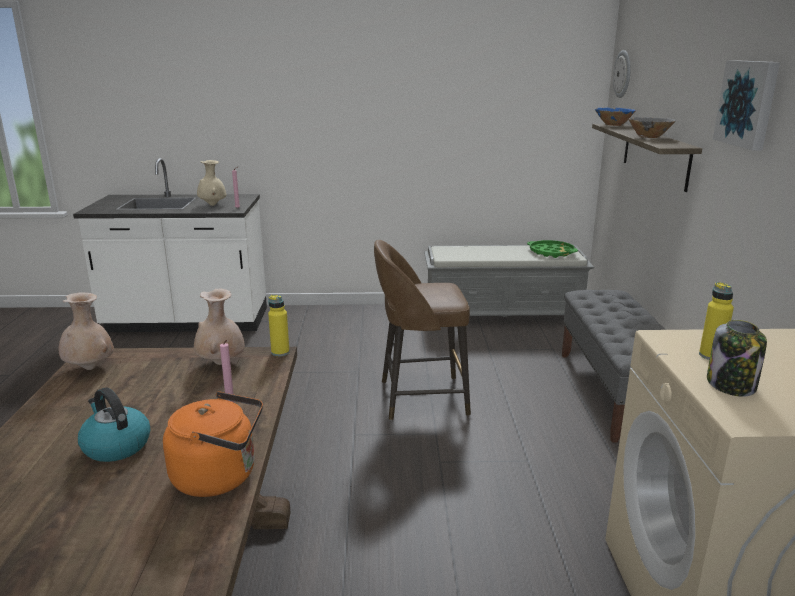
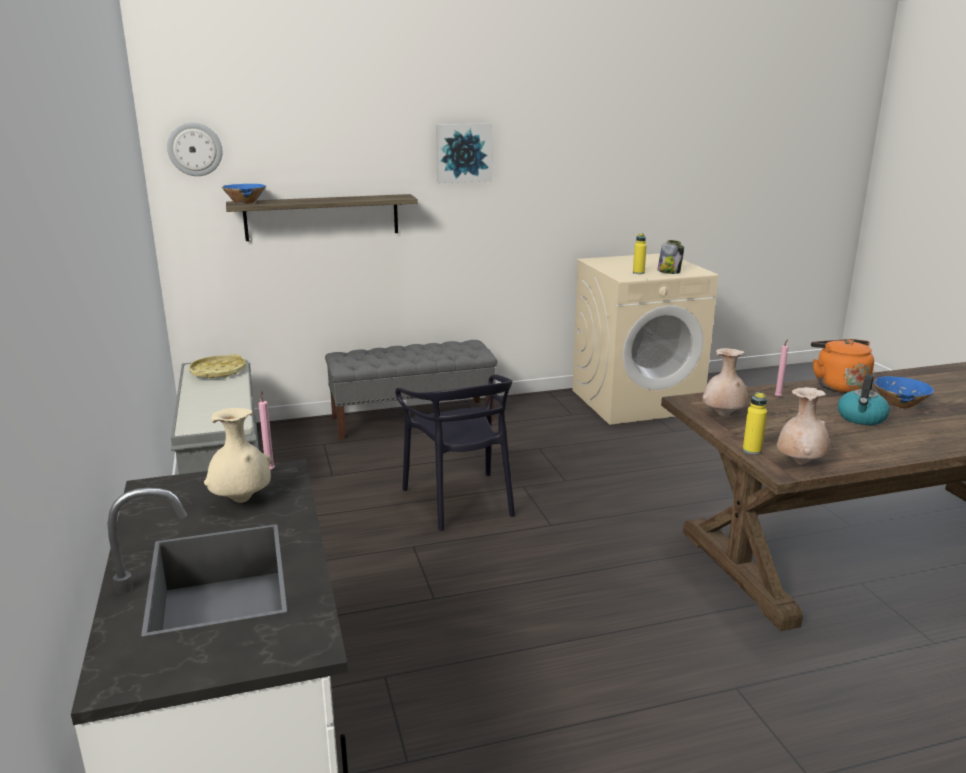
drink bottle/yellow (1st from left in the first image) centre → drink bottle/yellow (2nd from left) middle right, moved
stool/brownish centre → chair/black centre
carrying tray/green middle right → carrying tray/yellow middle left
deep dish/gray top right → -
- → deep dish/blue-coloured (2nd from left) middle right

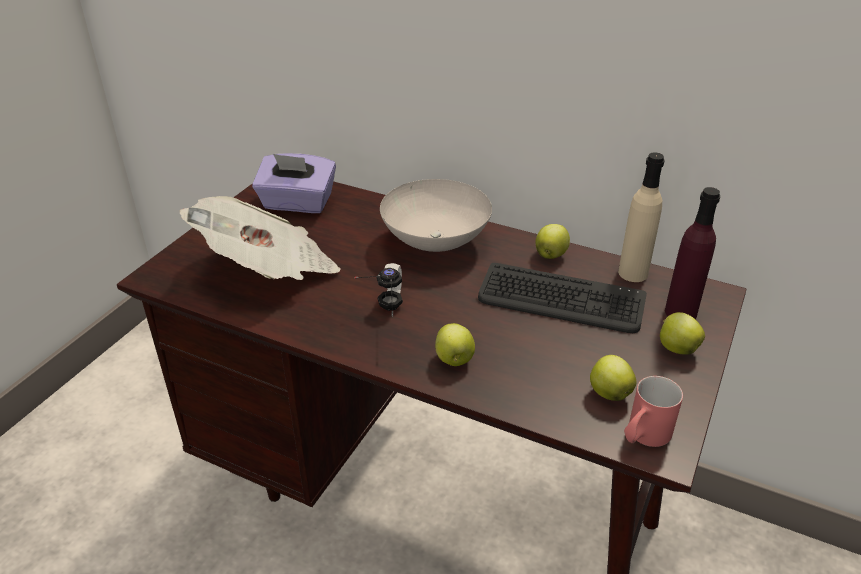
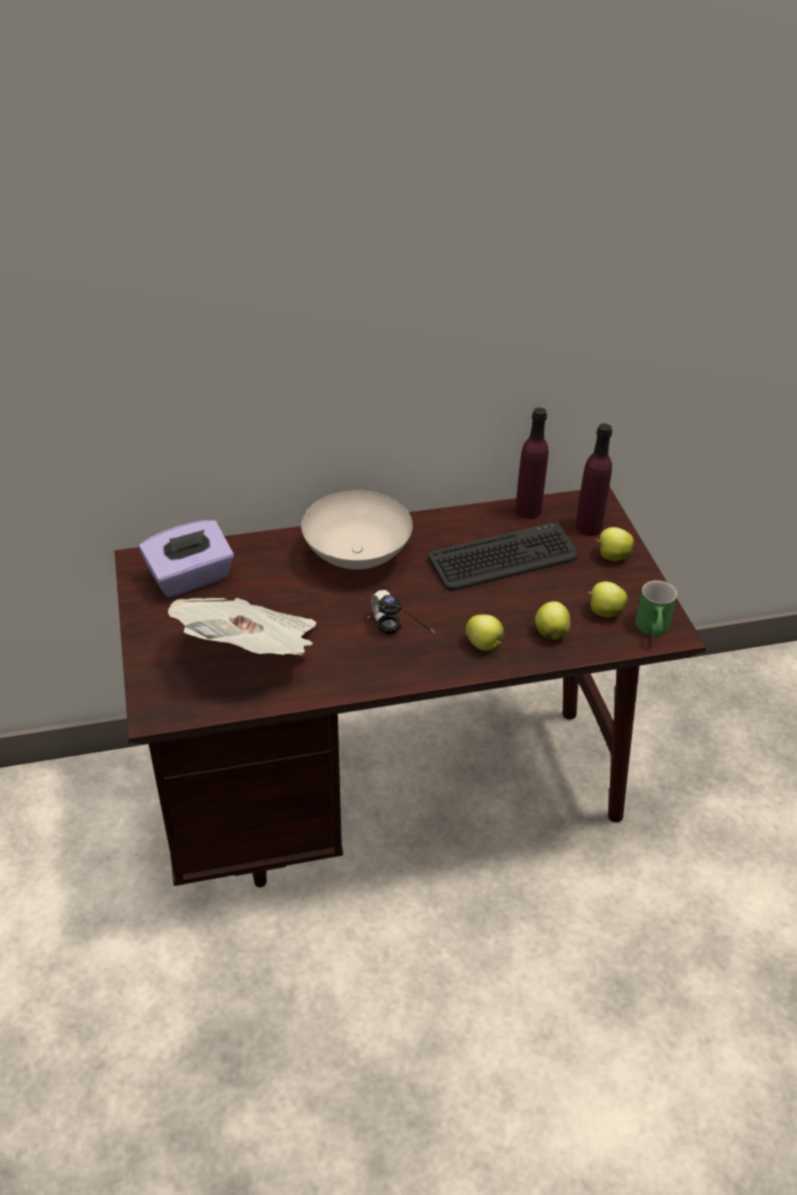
apple (2nd from left) centre → apple (2nd from left) middle right, moved
drink bottle/beige-coloured middle right → drink bottle/purple-coloured (1st from left) middle right
coffee mug/red-coloured bottom right → coffee mug/green middle right

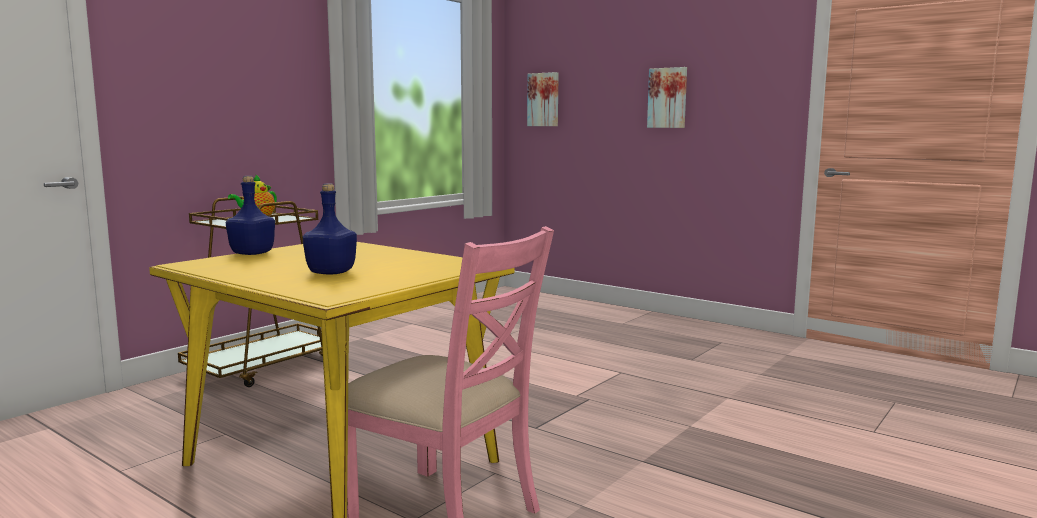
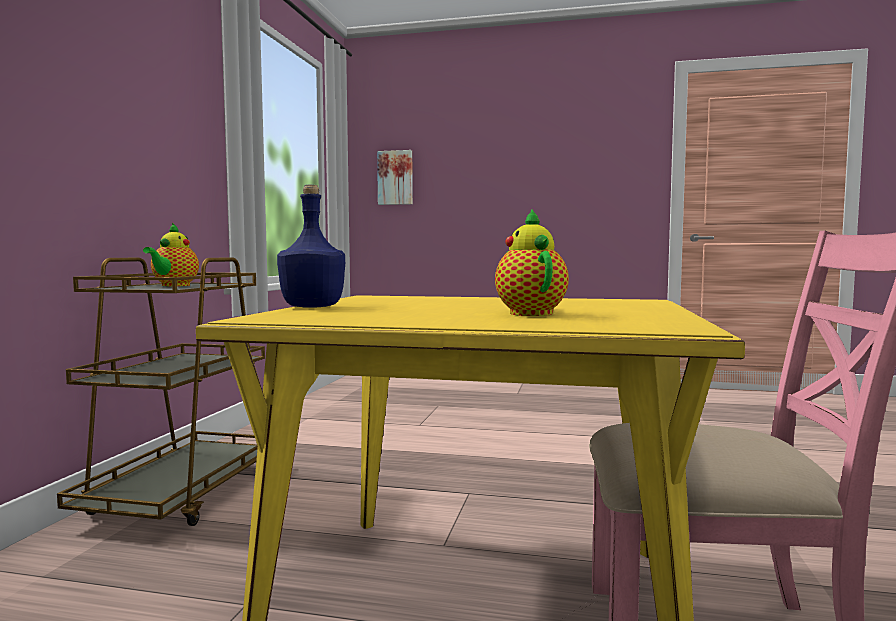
drink bottle/blue-coloured (2nd from left) middle left → pot for tea (2nd from left) centre
picture (2nd from left) top centre → -

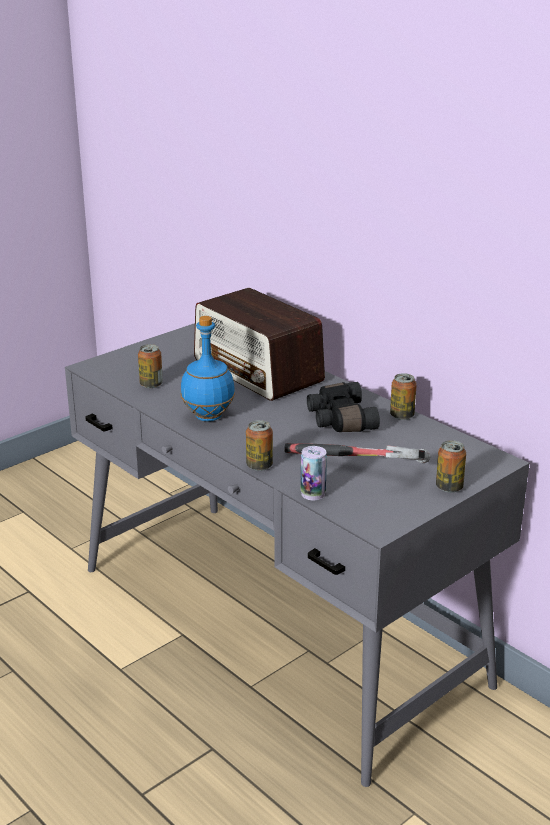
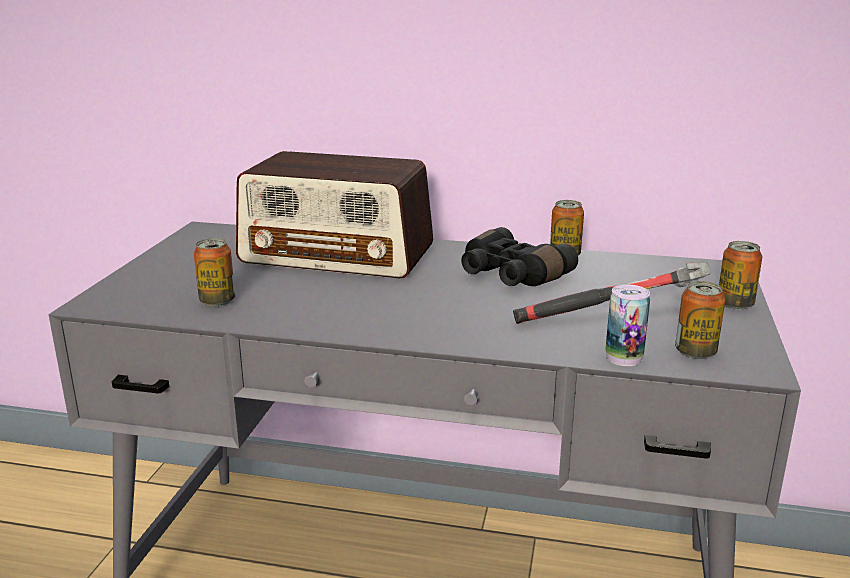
drink bottle/blue-coloured centre → -
can (2nd from left in the first image) centre → can (4th from left) middle right, moved

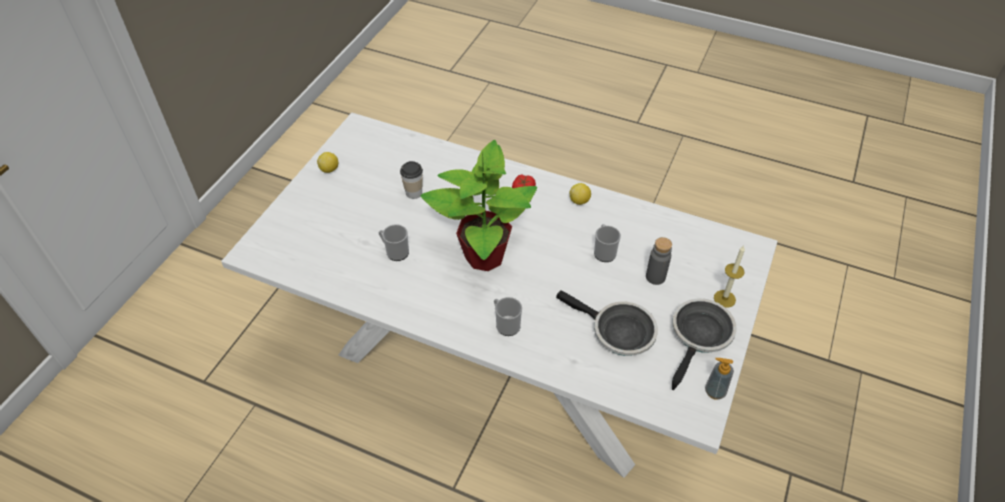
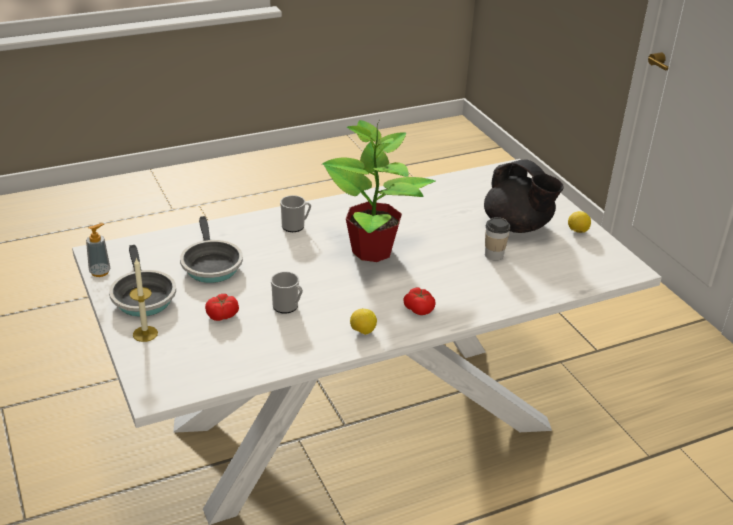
coffee mug (1st from left) centre → -
pan (1st from left in the first image) centre → pan (2nd from left) middle left, 90 degrees counterclockwise
drink bottle/gray centre → fresh tomato (1st from left) middle left
- → pot for tea/black middle right

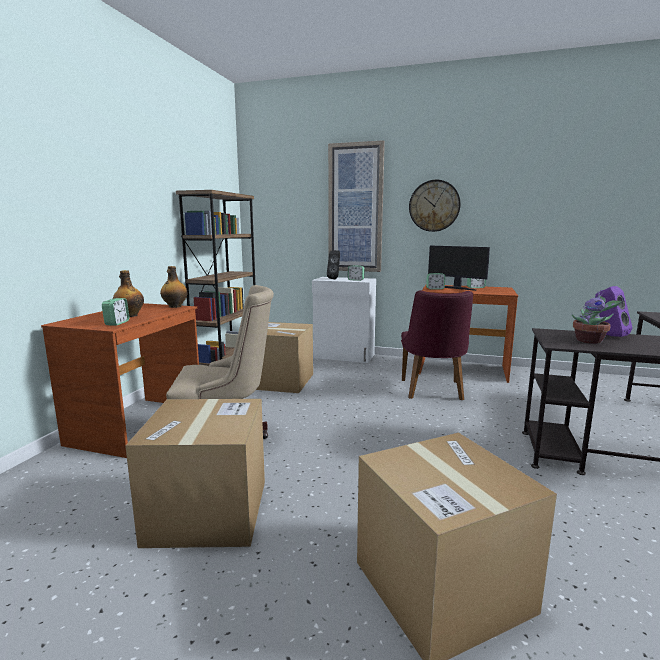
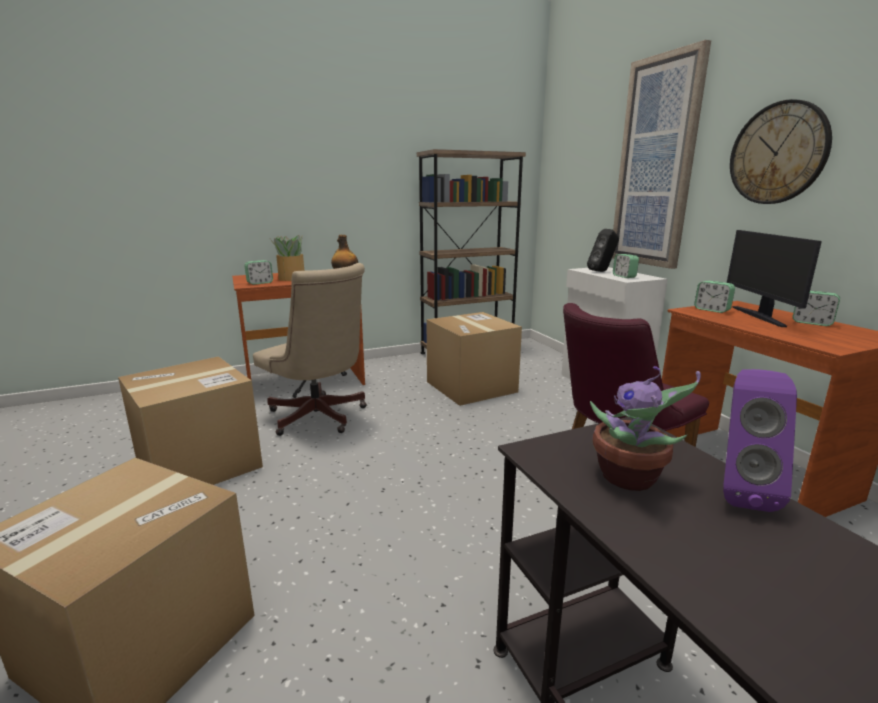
drink bottle (1st from left) middle left → potted plant (1st from left) middle left

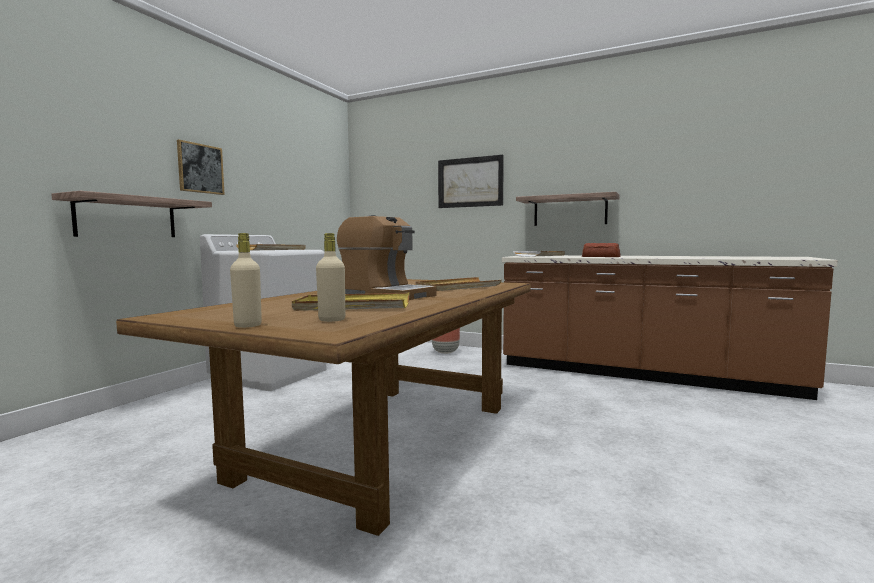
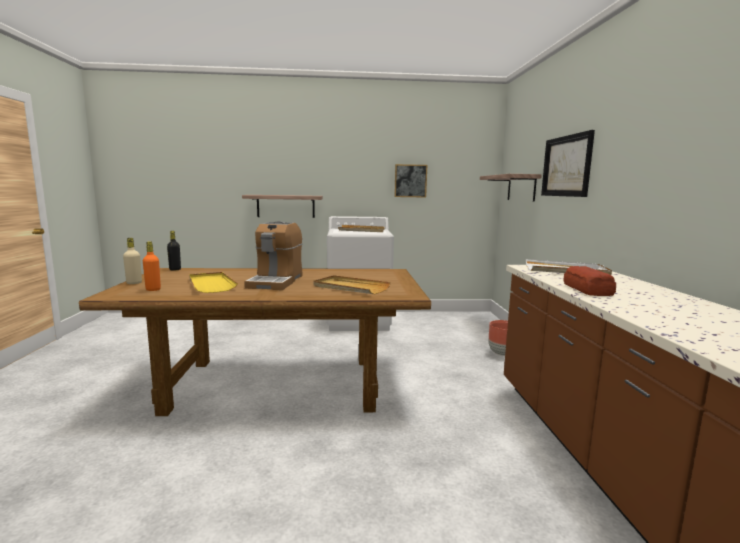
picture (1st from left) top left → picture (1st from left) centre, moved
drink bottle/beige-coloured (2nd from left) centre → drink bottle/orange-coloured middle left
shelf (2nd from left) centre → shelf (2nd from left) middle right, moved
- → drink bottle/black middle left

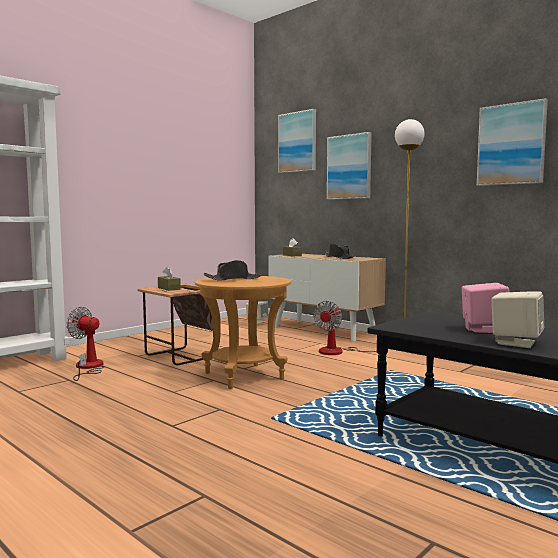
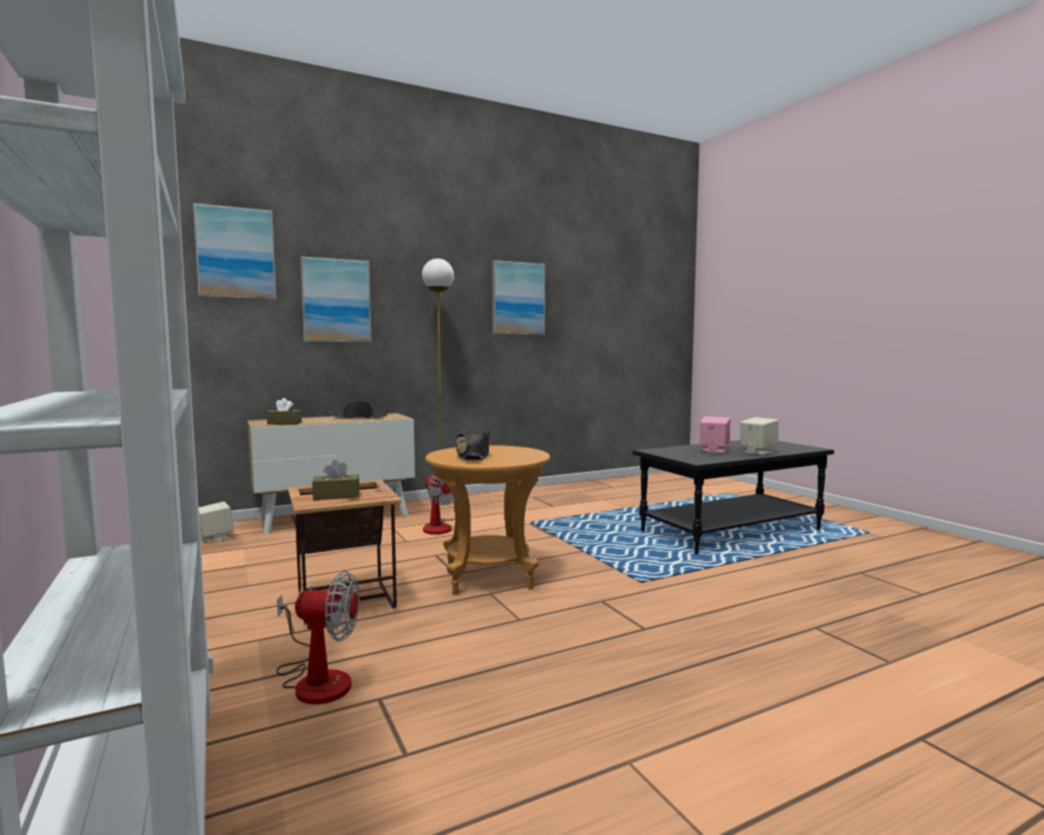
cooling fan (1st from left) middle left → cooling fan (1st from left) bottom left, 135 degrees counterclockwise

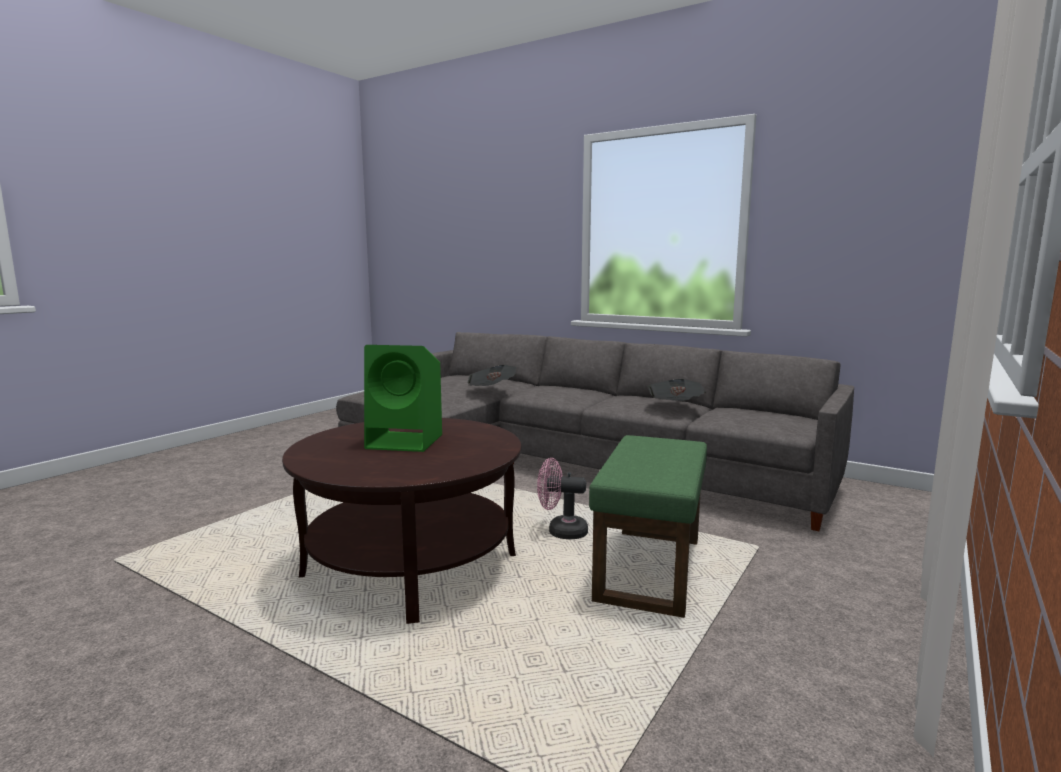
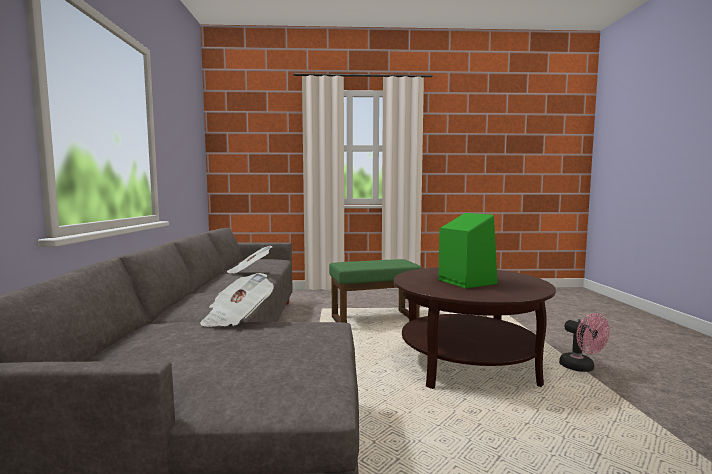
cooling fan/pink centre → cooling fan/pink bottom right, moved

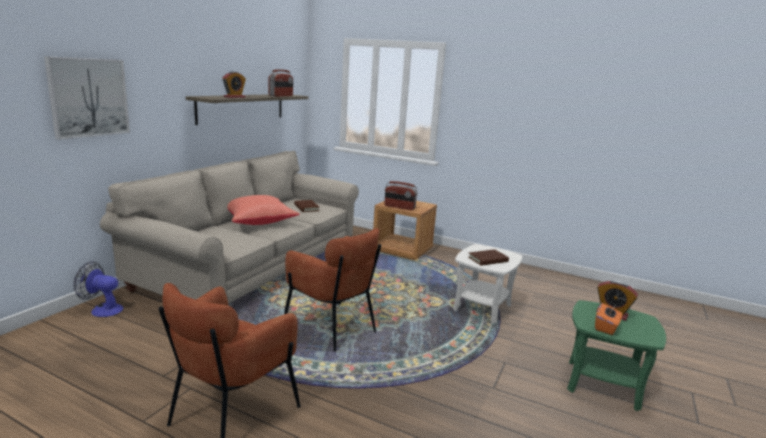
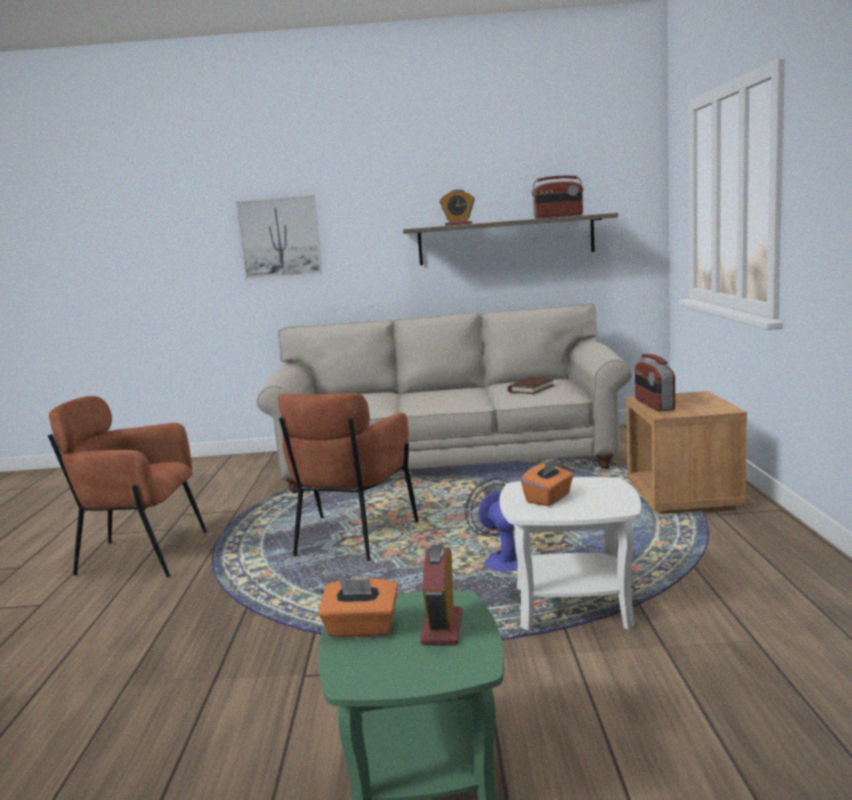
cooling fan middle left → cooling fan centre, moved
pillow/red-coloured centre → -
bound book/brownish (2nd from left) centre → tissue holder/orange-coloured (2nd from left) centre

